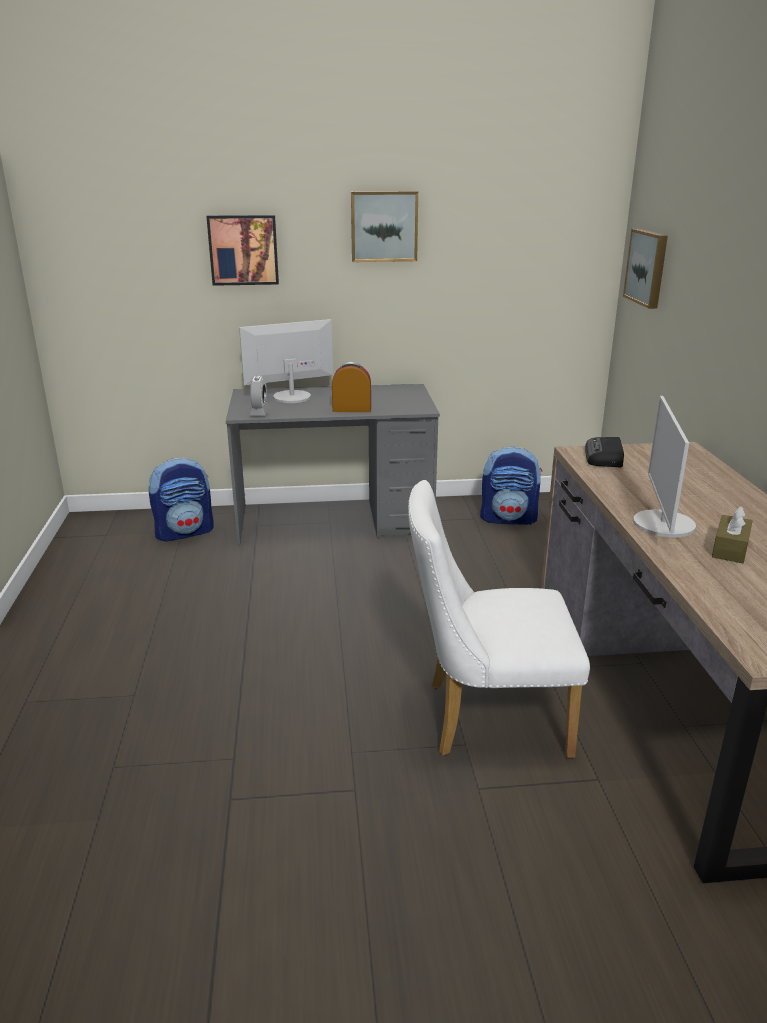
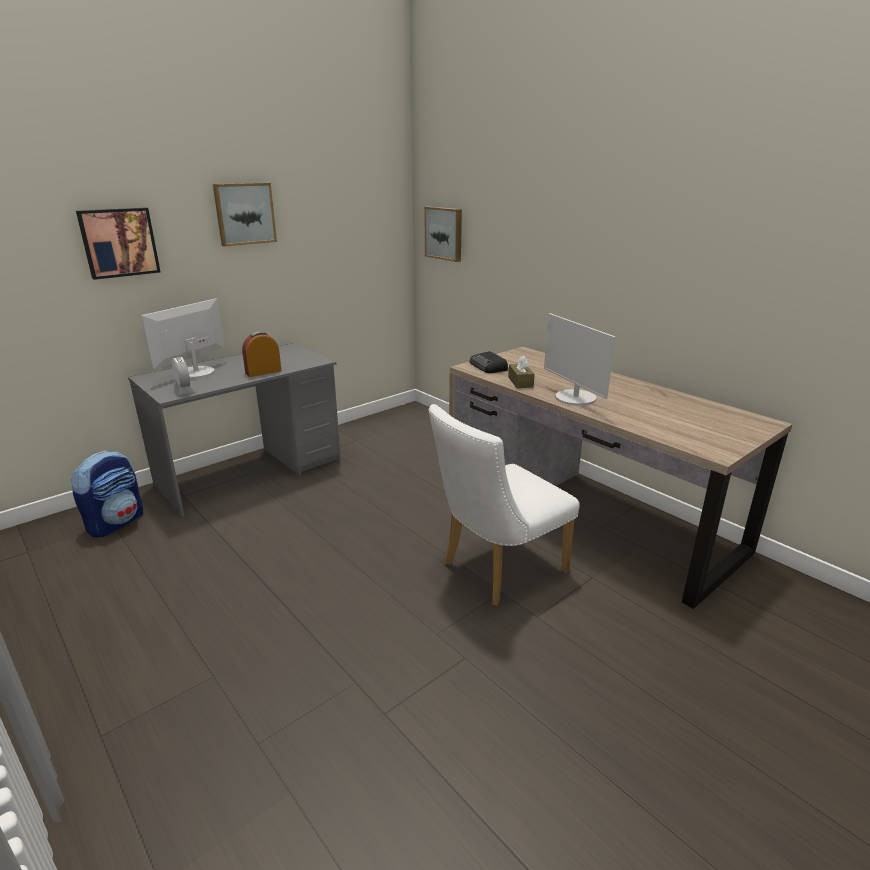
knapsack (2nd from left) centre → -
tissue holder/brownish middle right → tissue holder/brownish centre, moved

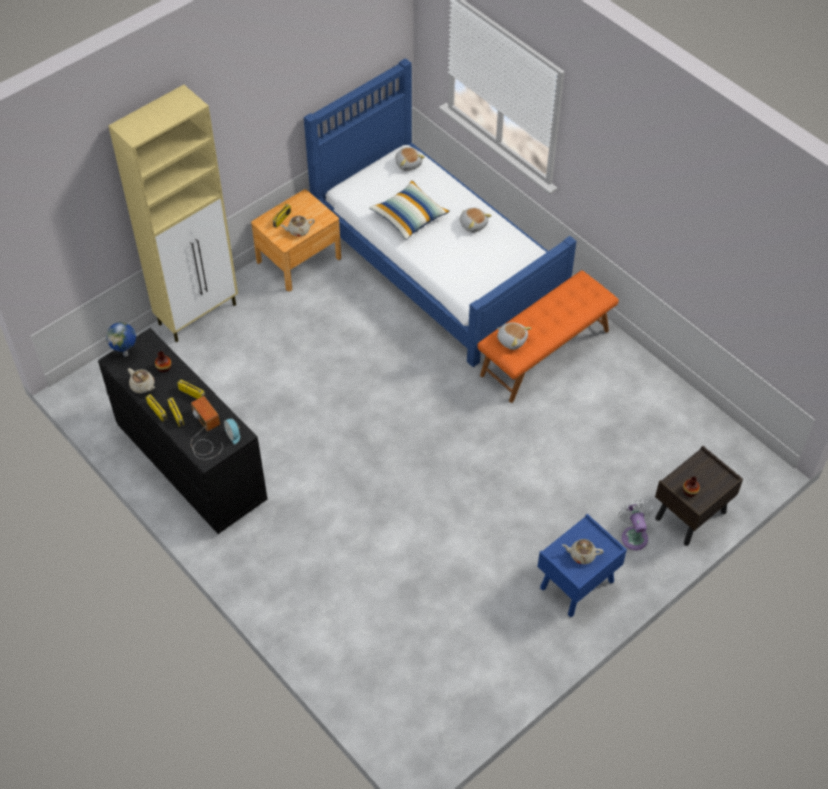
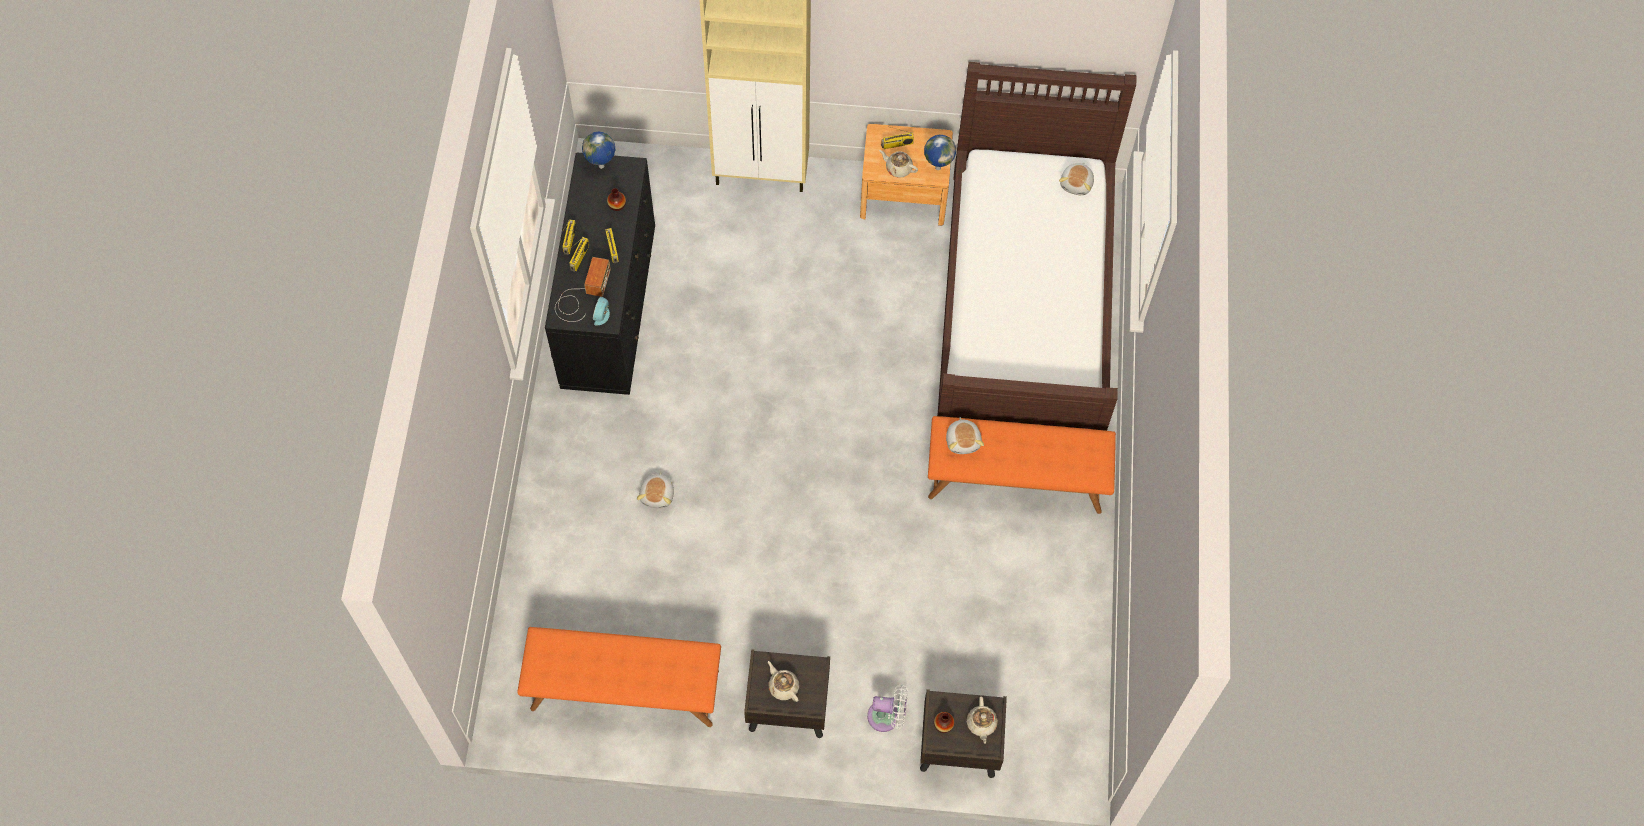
pot for tea/beige-coloured (1st from left in the first image) middle left → pot for tea/beige-coloured (3rd from left) bottom centre, moved
bed/blue-coloured top centre → bed/brownish top centre
pillow top centre → -
cuddly toy (2nd from left in the first image) top centre → cuddly toy (1st from left) centre, moved
bedside table/blue-coloured bottom right → bedside table/brownish (1st from left) bottom centre
cooling fan/whitish middle right → cooling fan/whitish bottom centre, 60 degrees clockwise
- → bench/orange-coloured (1st from left) bottom centre
- → globe (2nd from left) top centre

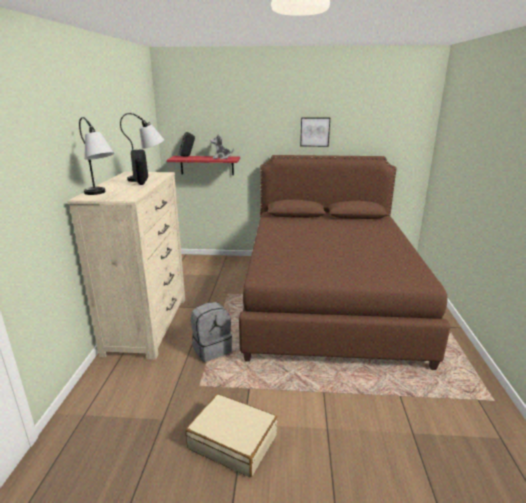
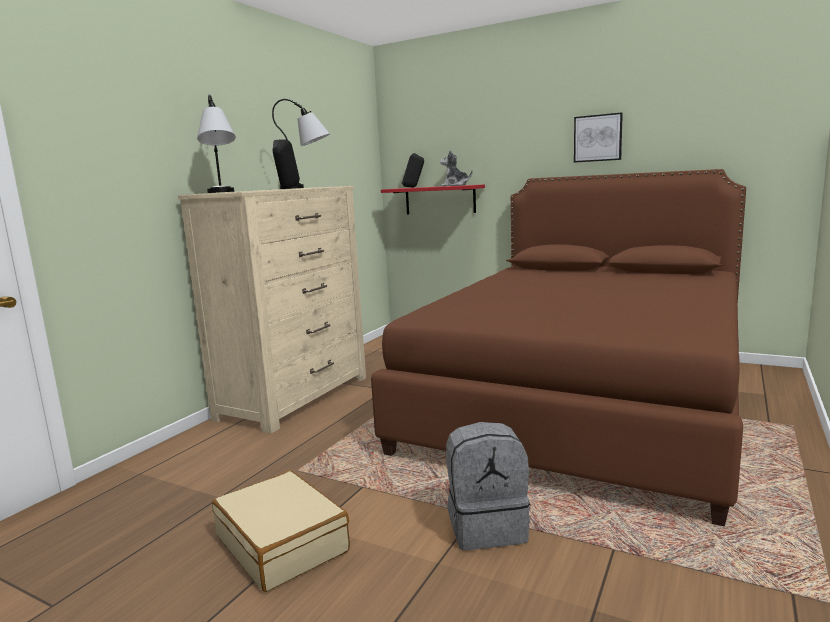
knapsack/gray centre → knapsack/gray bottom centre, moved

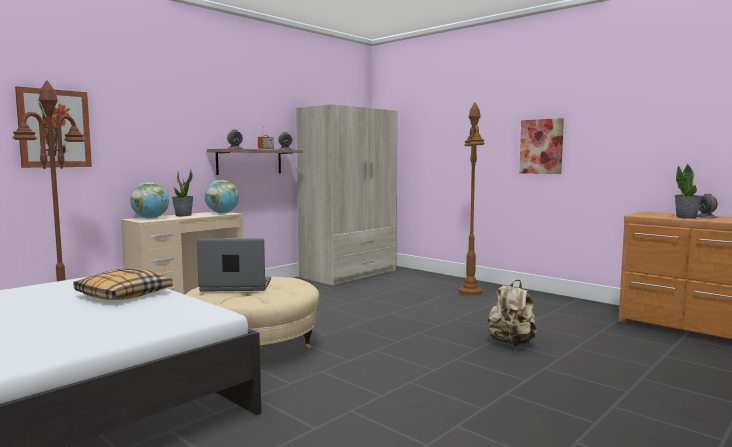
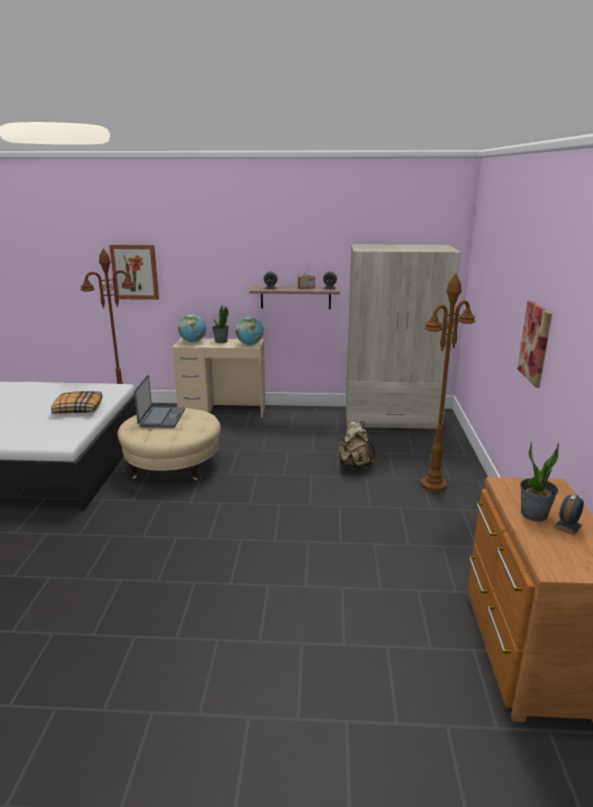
laptop middle left, 45 degrees clockwise
knapsack/beige-coloured bottom right → knapsack/beige-coloured centre, moved

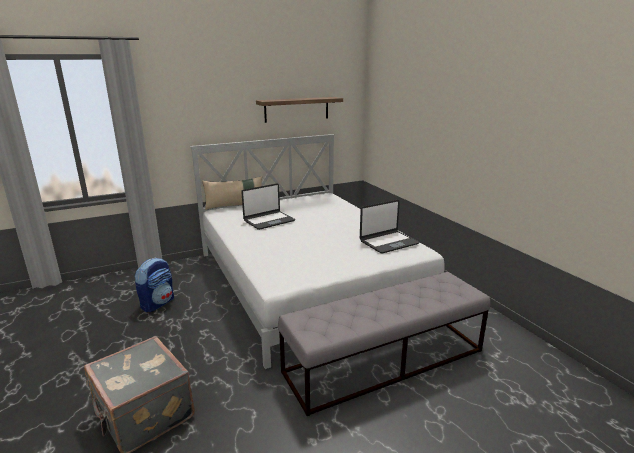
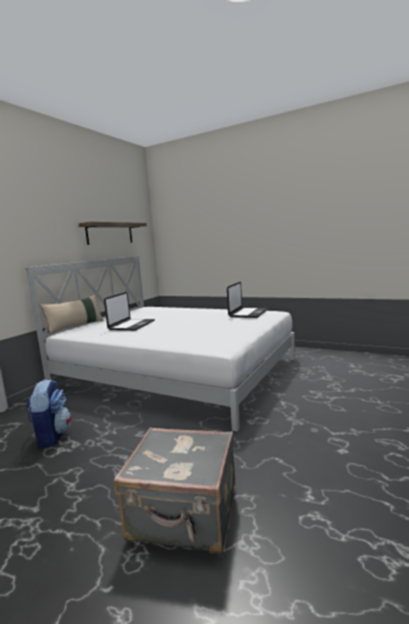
bench/gray bottom centre → -

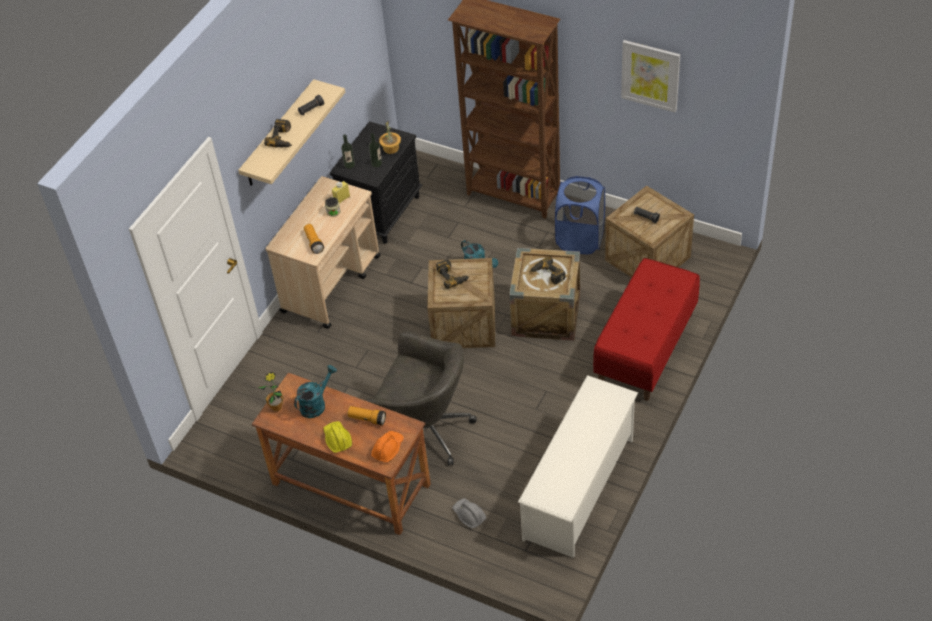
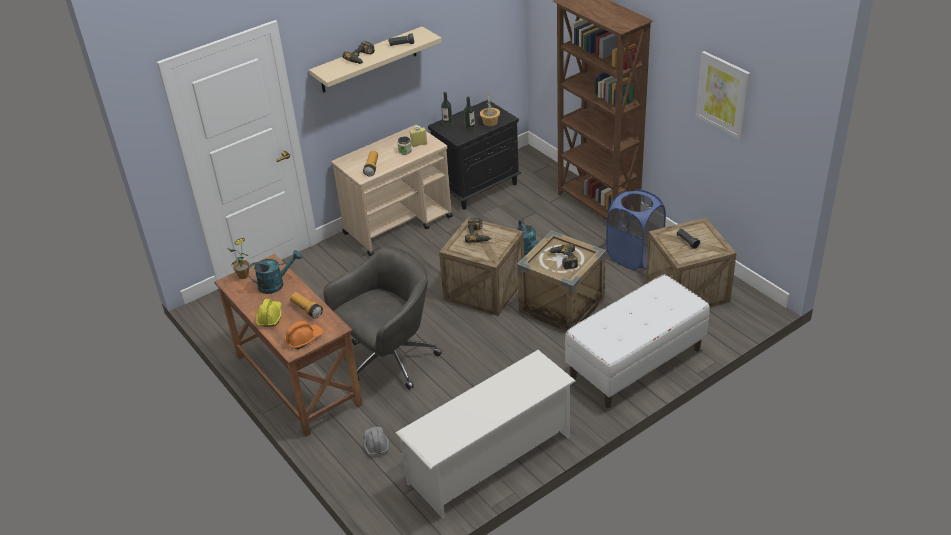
office chair/gray centre, 90 degrees counterclockwise
bench/red-coloured middle right → bench/whitish middle right

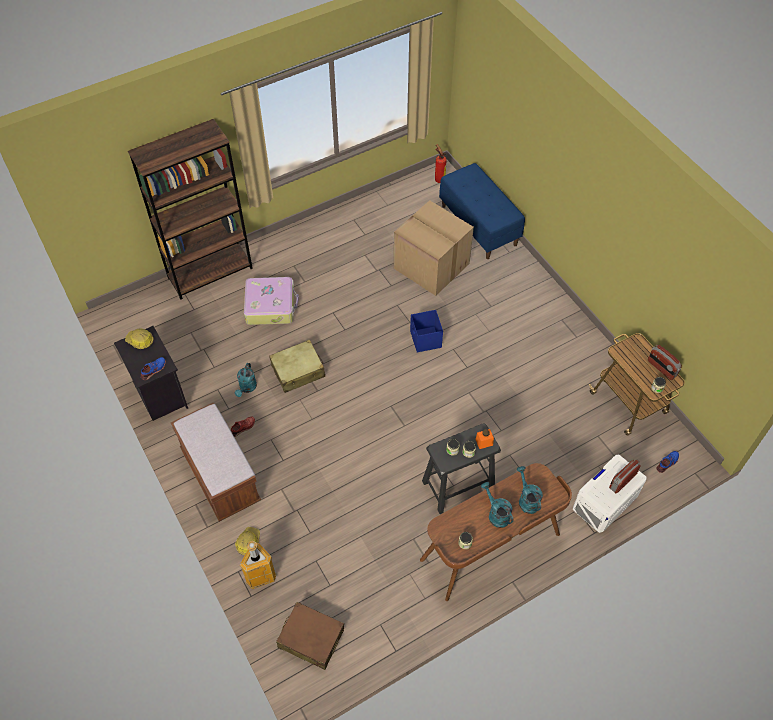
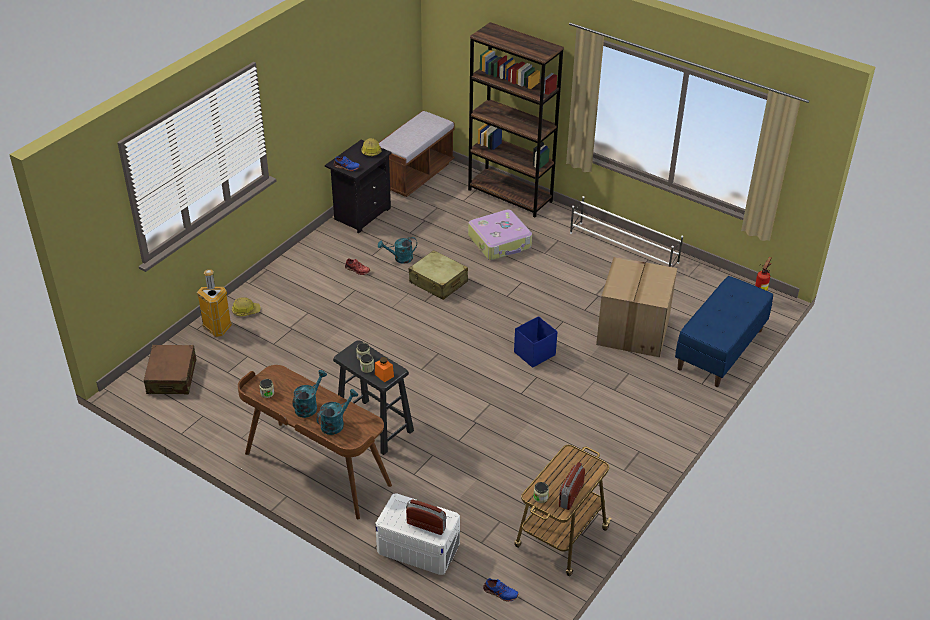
bench/brownish middle left → bench/brownish top centre, moved
- → shoe stand/whitish middle right

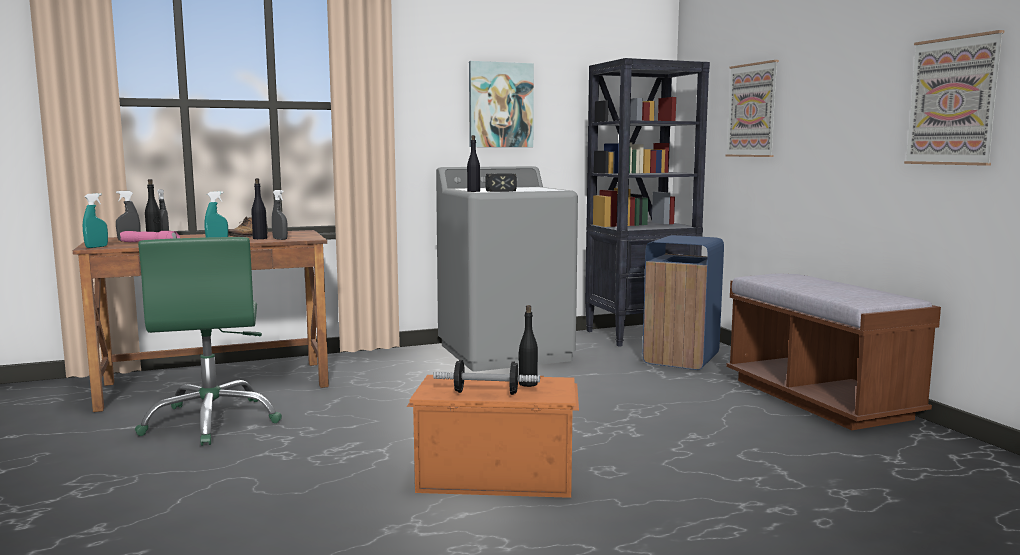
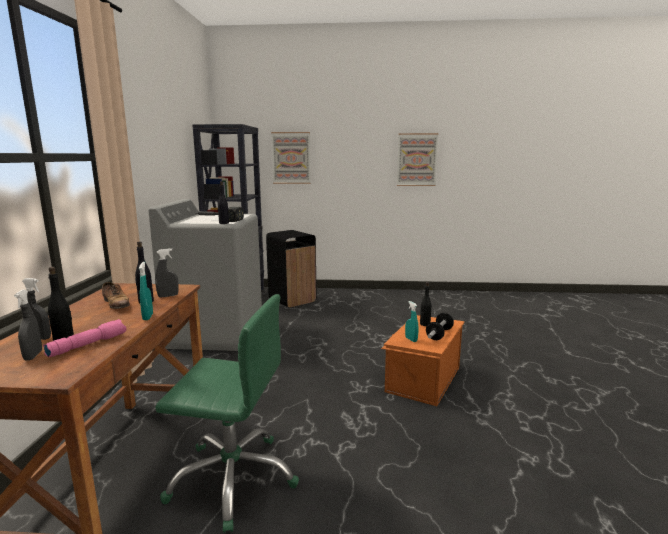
spray bottle/blue-green (1st from left in the first image) middle left → spray bottle/blue-green (2nd from left) centre, moved
picture (1st from left) top centre → -
trash can/blue-coloured middle right → trash can/black centre
bench/brownish middle right → -

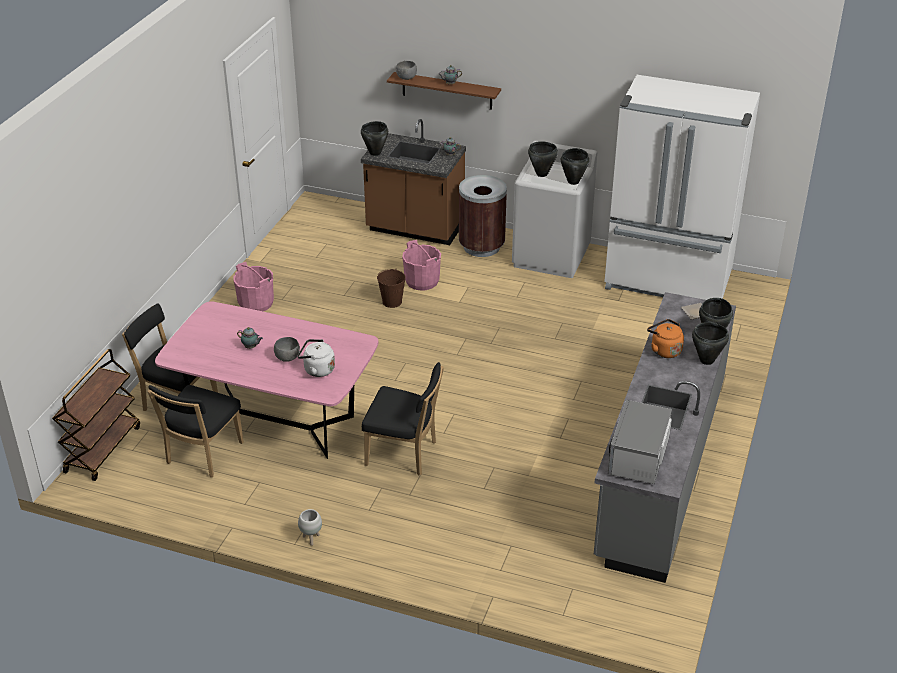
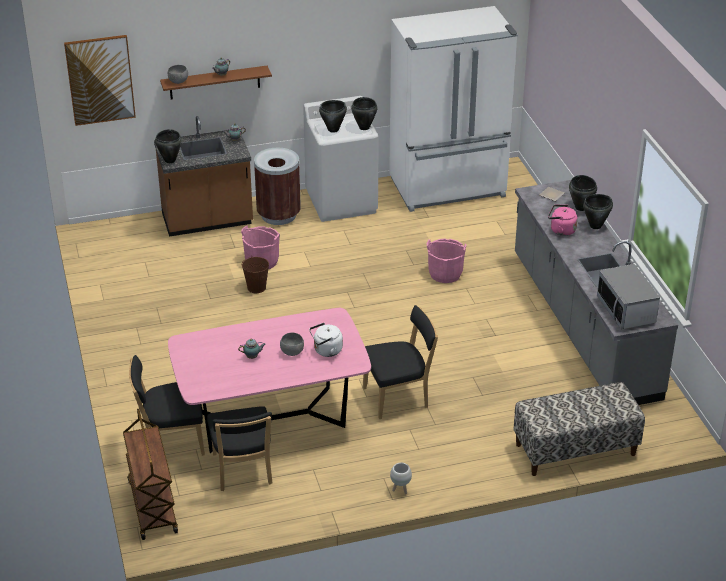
bucket/pink (1st from left in the first image) middle left → bucket/pink (2nd from left) centre, moved
water kettle/orange-coloured middle right → water kettle/pink middle right
- → picture top left
- → bench bottom right

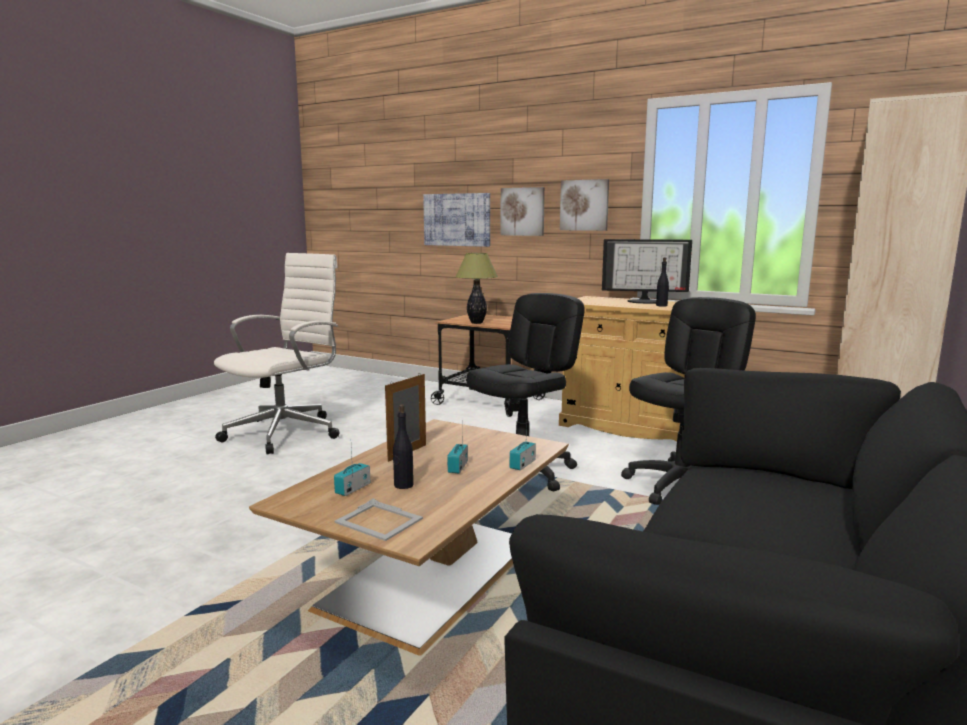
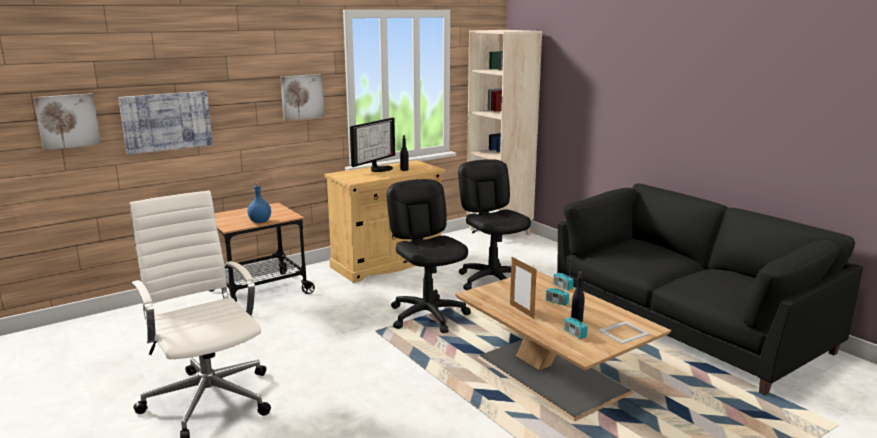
lamp for a table centre → drink bottle/blue-coloured middle left
picture (2nd from left in the first image) top centre → picture (1st from left) top left, moved

